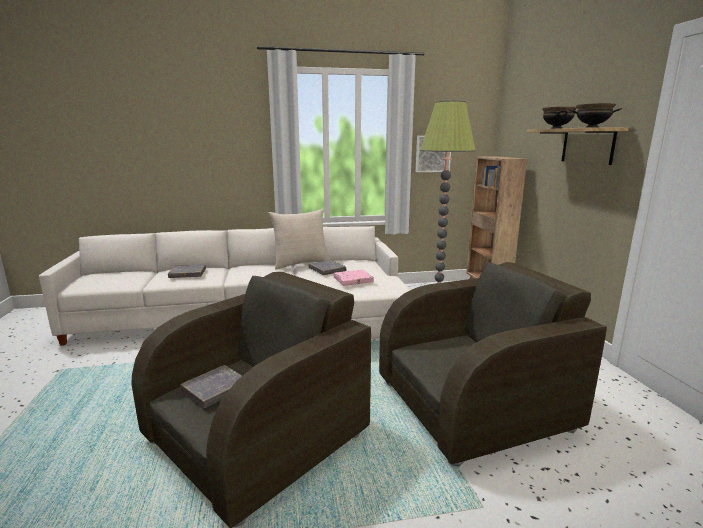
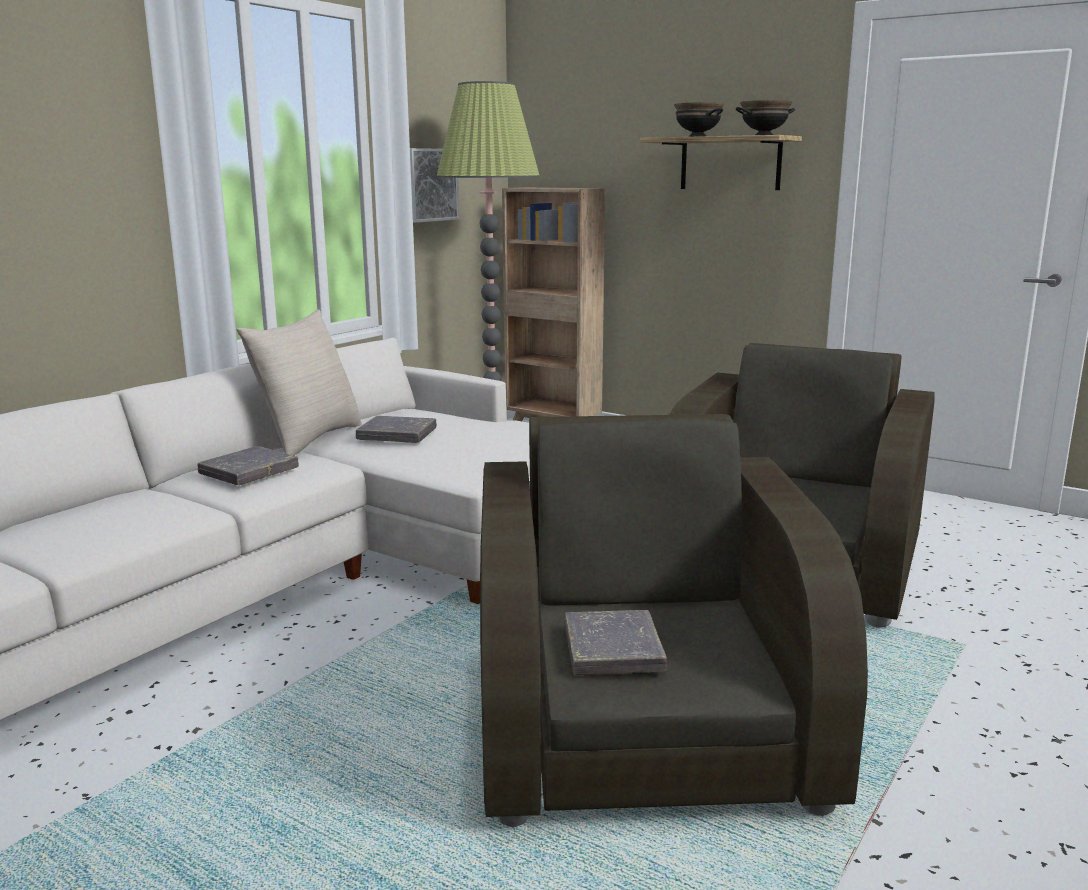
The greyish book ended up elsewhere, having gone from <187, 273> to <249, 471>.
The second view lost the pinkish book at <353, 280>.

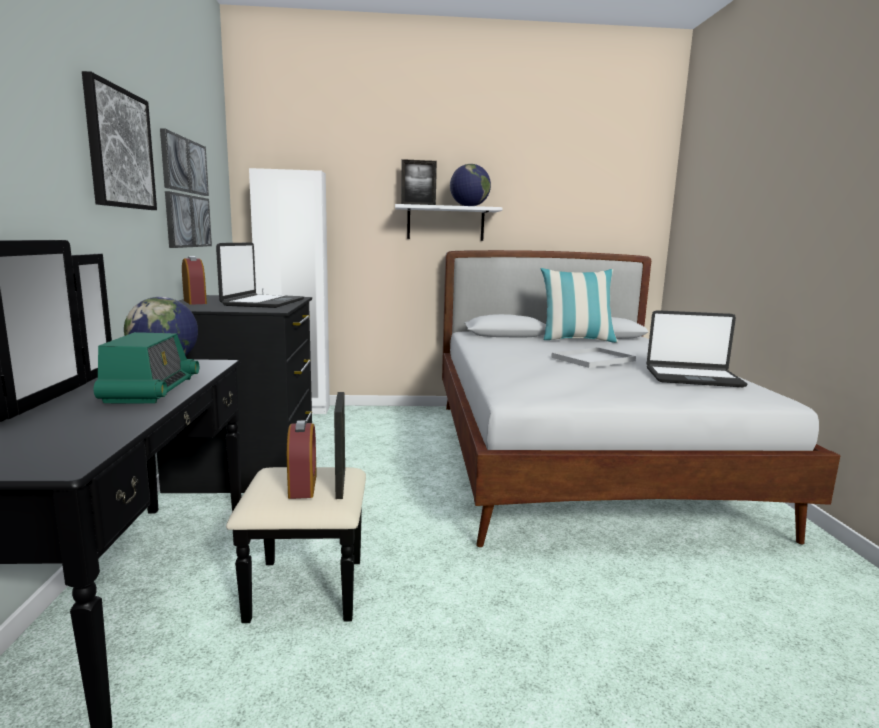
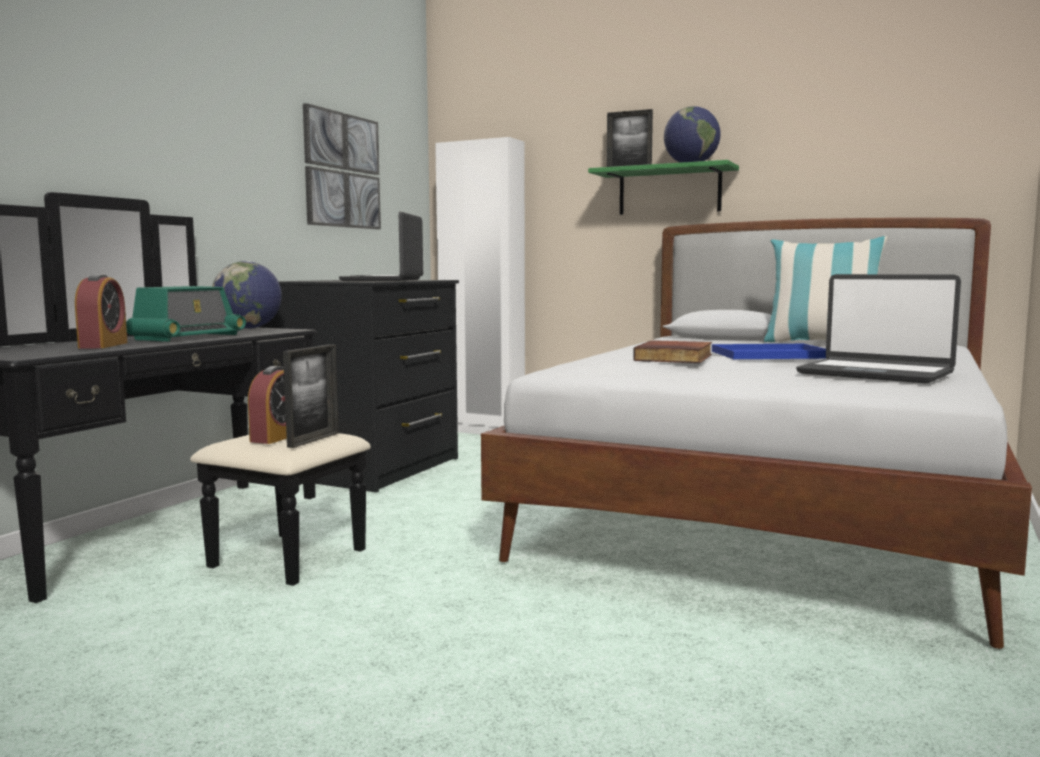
The second view lost the wall picture at <119, 148>.
What was the white wall shelf at <445, 223> turned into the greenish wall shelf at <669, 191>.
The portable computer at <263, 302> ended up facing another way, 150 degrees clockwise from before.
The alarm clock ended up elsewhere, having gone from <195, 302> to <103, 345>.
What was the white tray at <593, 359> turned into the bluish tray at <771, 354>.
The second view gained the book at <675, 357>.

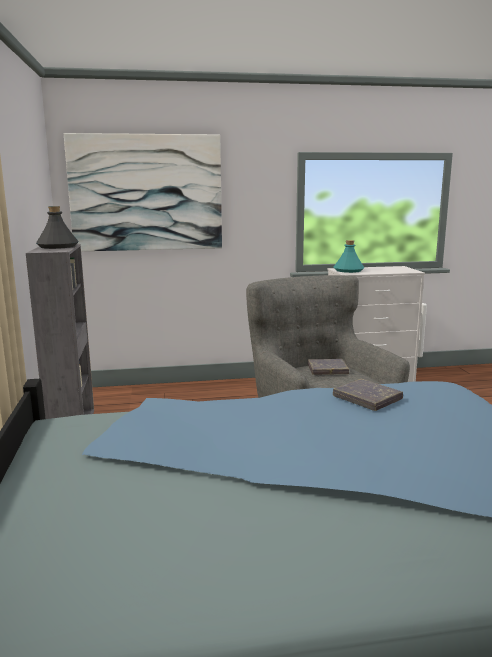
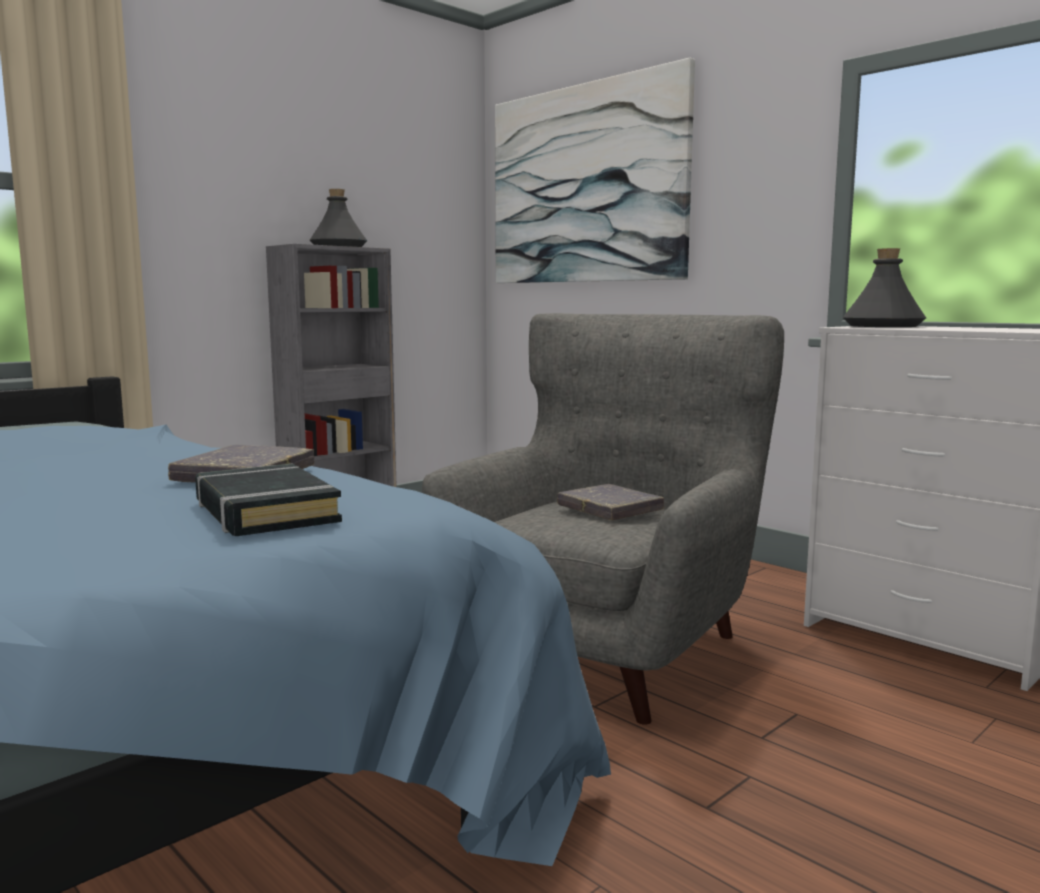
What was the blue-green drink bottle at <348, 270> turned into the greyish drink bottle at <883, 326>.
The second view gained the blackish book at <264, 512>.

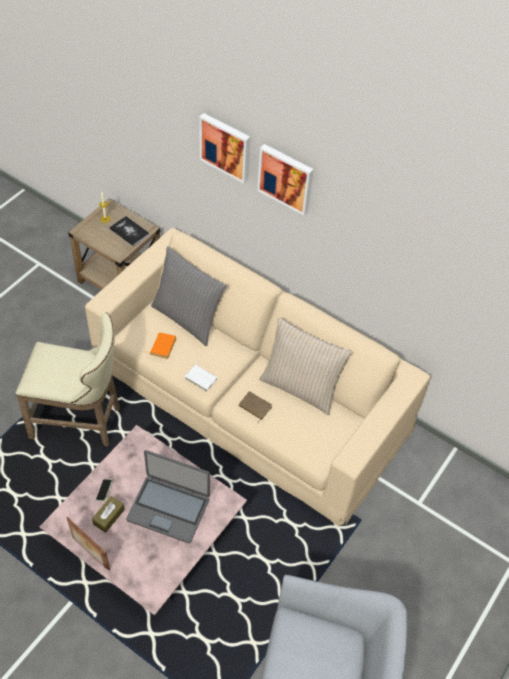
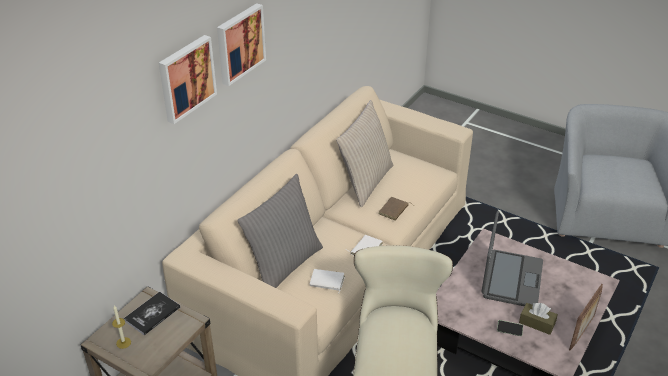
What was the orangey book at <162, 346> turned into the white book at <326, 282>.

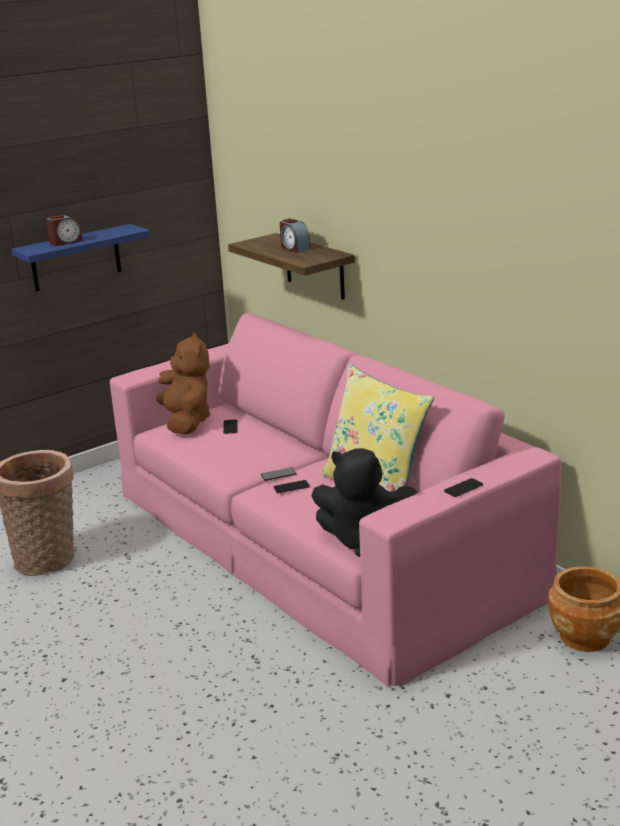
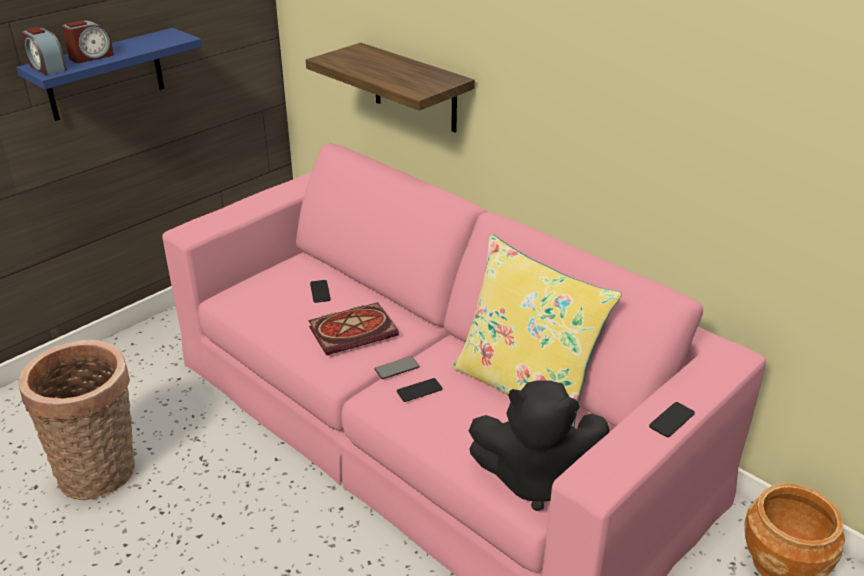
The alarm clock ended up elsewhere, having gone from <294, 248> to <47, 67>.
The second view lost the brownish soft toy at <184, 422>.
The second view gained the book at <354, 330>.

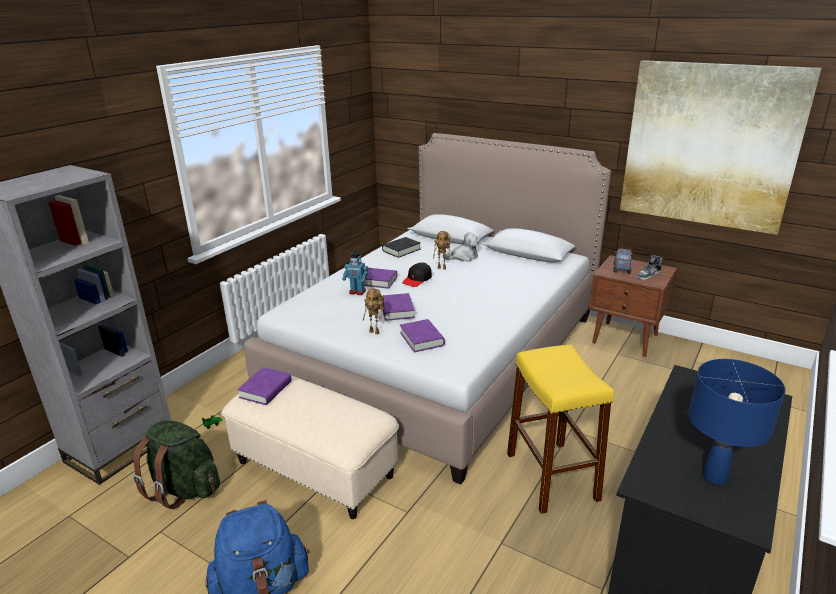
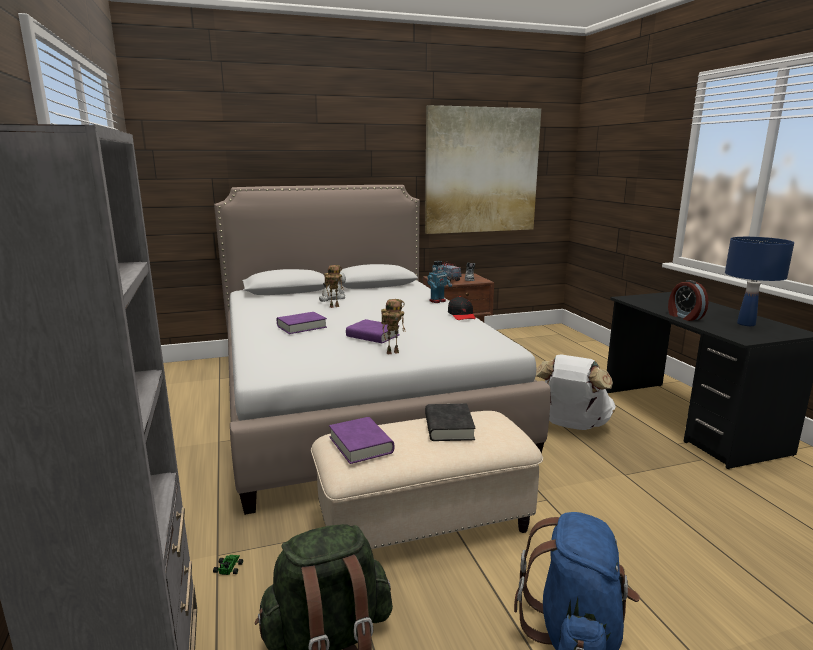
The blackish book ended up elsewhere, having gone from <401, 250> to <449, 427>.
The toy robot ended up elsewhere, having gone from <357, 292> to <437, 301>.
The blackish baseball cap ended up elsewhere, having gone from <417, 279> to <461, 315>.
The second view lost the purple book at <422, 339>.
Where the yellow-coloured stool stood at <551, 476>, the white backpack came to stand at <570, 425>.
The second view gained the alarm clock at <684, 317>.

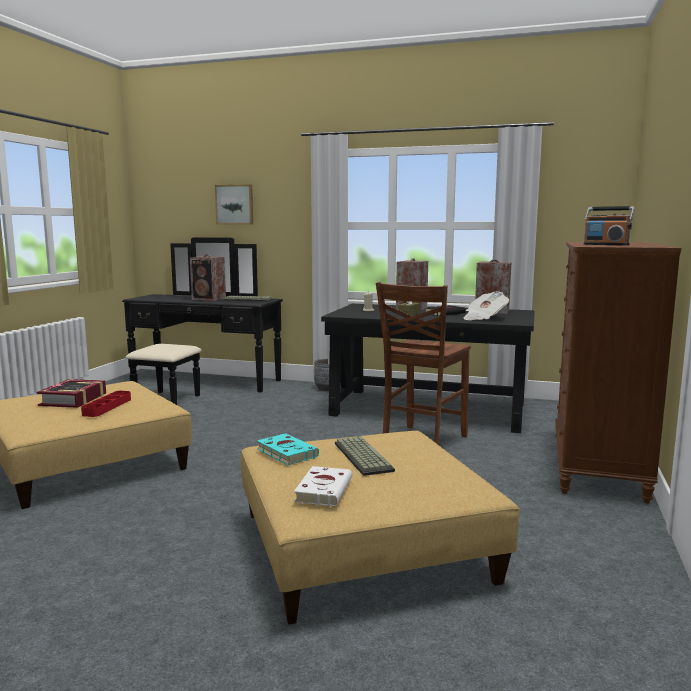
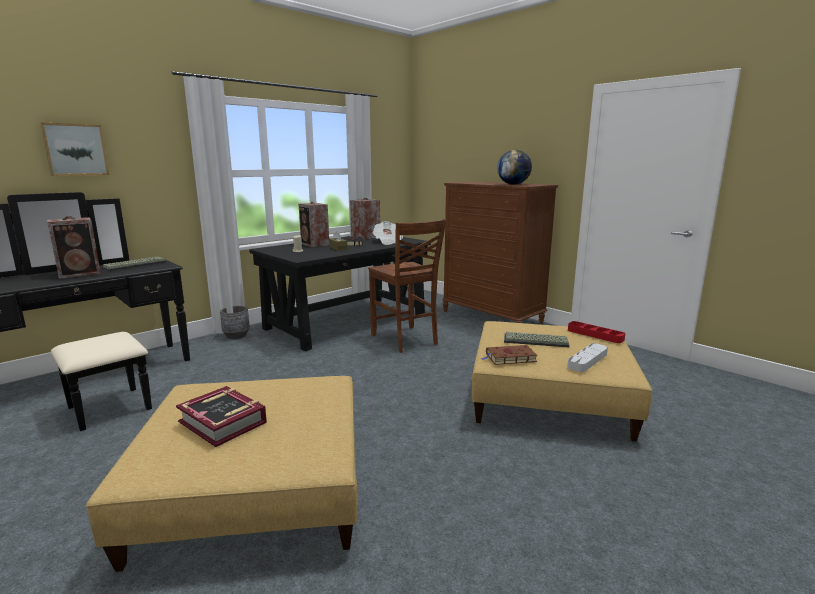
Where the radio set stood at <606, 245>, the desk globe came to stand at <513, 184>.
The red-coloured tray ended up elsewhere, having gone from <107, 407> to <595, 335>.
What was the blue-green book at <285, 452> turned into the brownish book at <509, 358>.
Where the white book stood at <324, 489>, the greyish tray came to stand at <587, 360>.

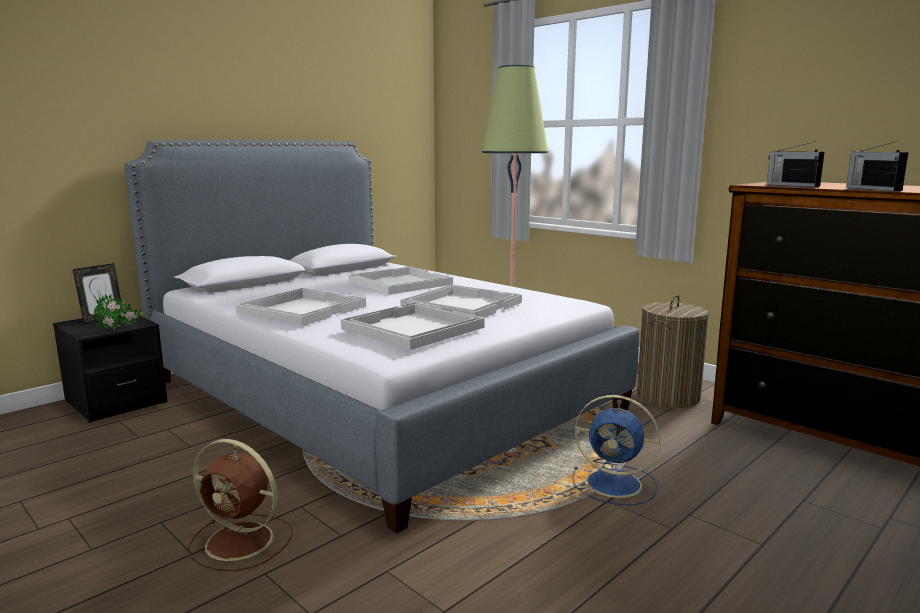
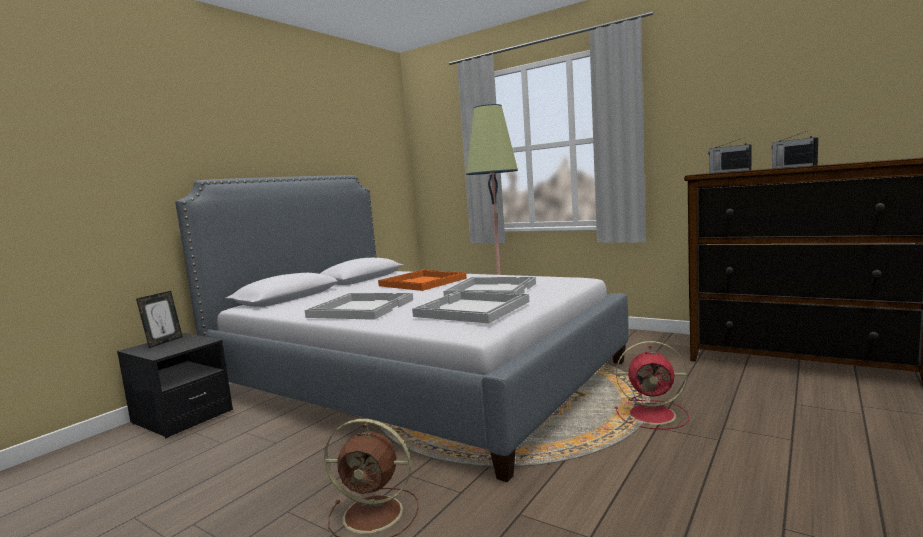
What was the white tray at <399, 283> turned into the orangey tray at <421, 282>.
The second view lost the potted plant at <119, 329>.
The second view lost the hamper at <668, 396>.
What was the bluish electric fan at <616, 484> turned into the red-coloured electric fan at <654, 414>.

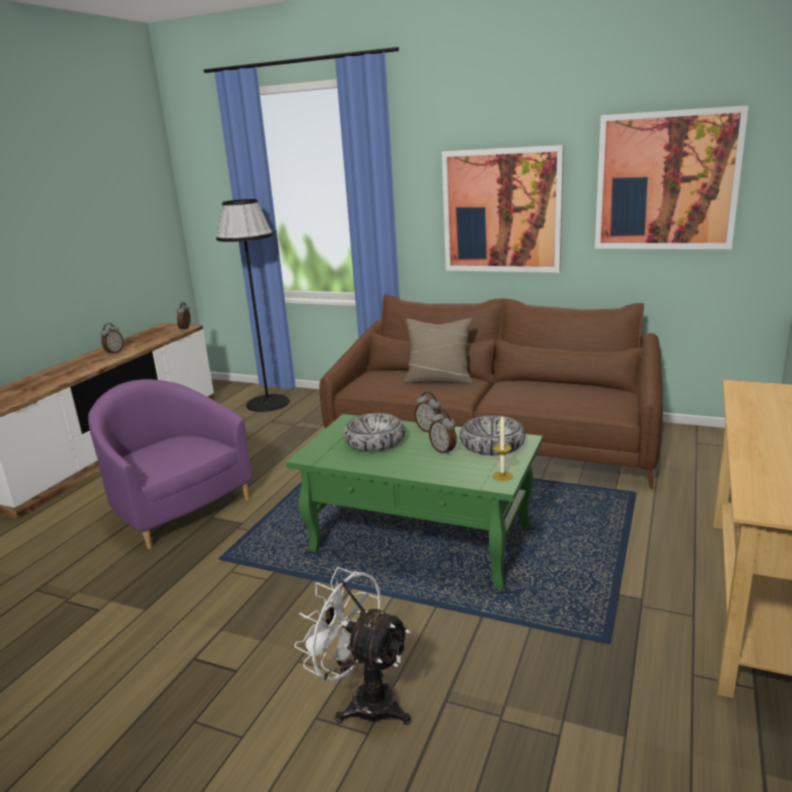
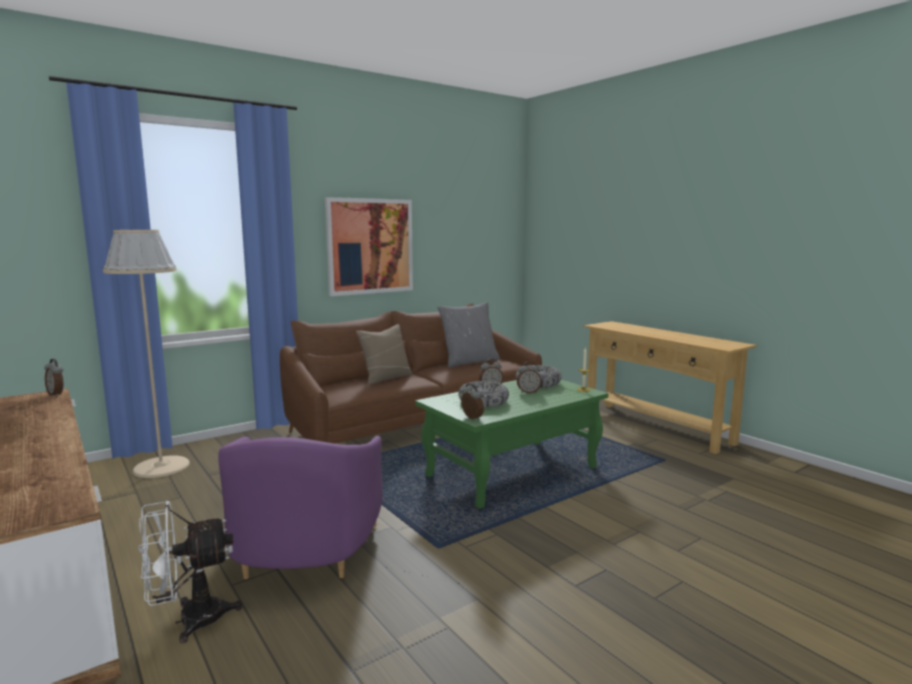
The second view lost the wall picture at <666, 181>.
What was the blackish floor lamp at <268, 403> turned into the sand-coloured floor lamp at <161, 467>.
The alarm clock ended up elsewhere, having gone from <114, 352> to <471, 418>.
The purple easy chair at <177, 507> ended up facing another way, 75 degrees counterclockwise from before.
The white electric fan ended up elsewhere, having gone from <364, 700> to <189, 620>.
The second view gained the greyish cushion at <469, 362>.

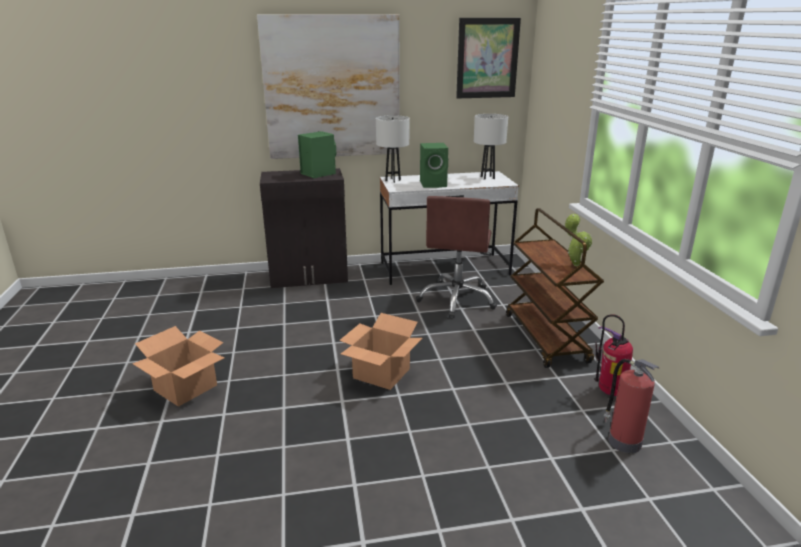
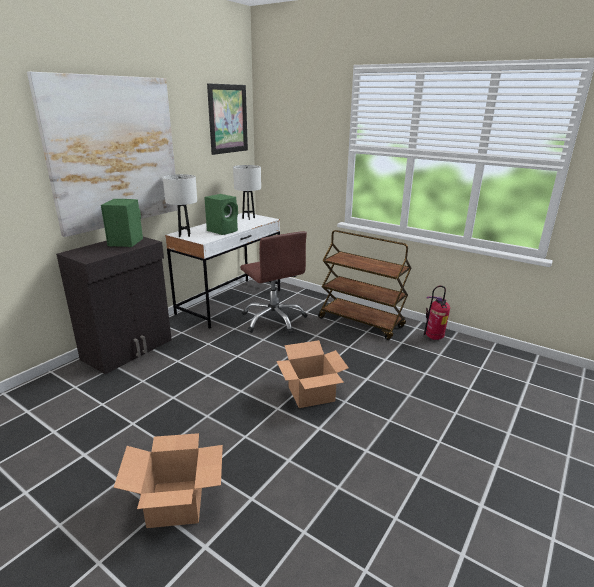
The second view lost the potted plant at <575, 264>.
The second view lost the fire extinguisher at <623, 441>.

